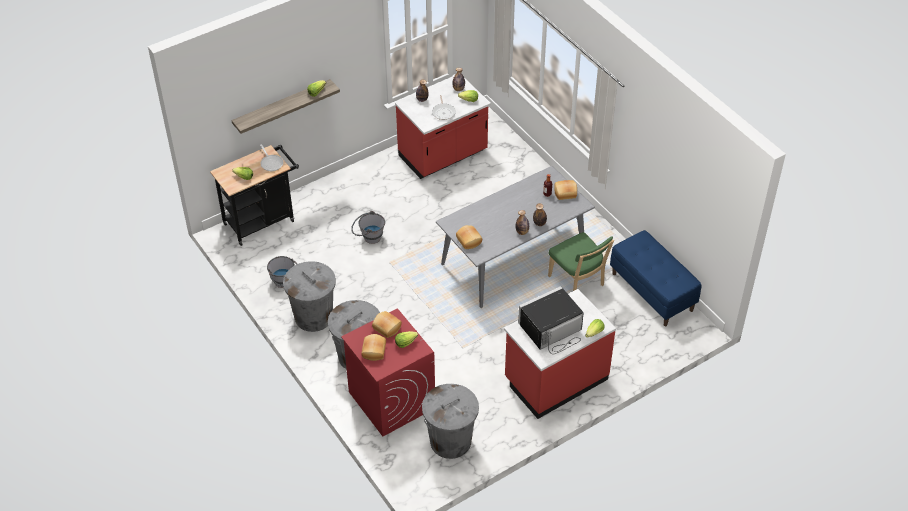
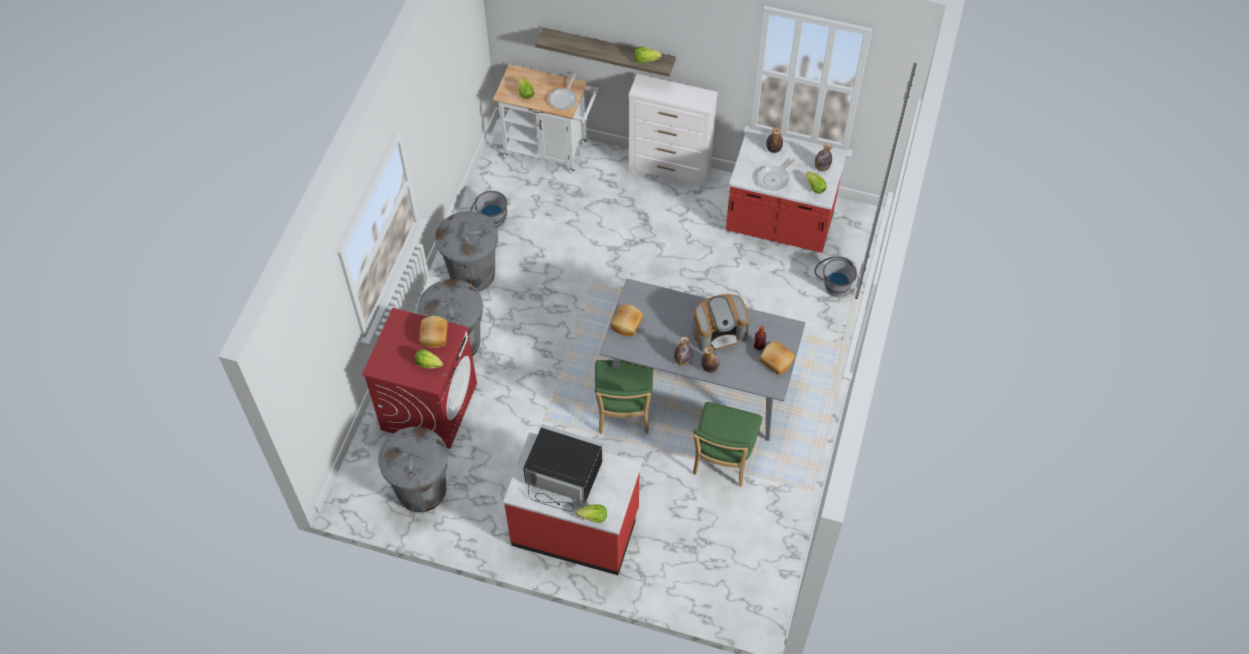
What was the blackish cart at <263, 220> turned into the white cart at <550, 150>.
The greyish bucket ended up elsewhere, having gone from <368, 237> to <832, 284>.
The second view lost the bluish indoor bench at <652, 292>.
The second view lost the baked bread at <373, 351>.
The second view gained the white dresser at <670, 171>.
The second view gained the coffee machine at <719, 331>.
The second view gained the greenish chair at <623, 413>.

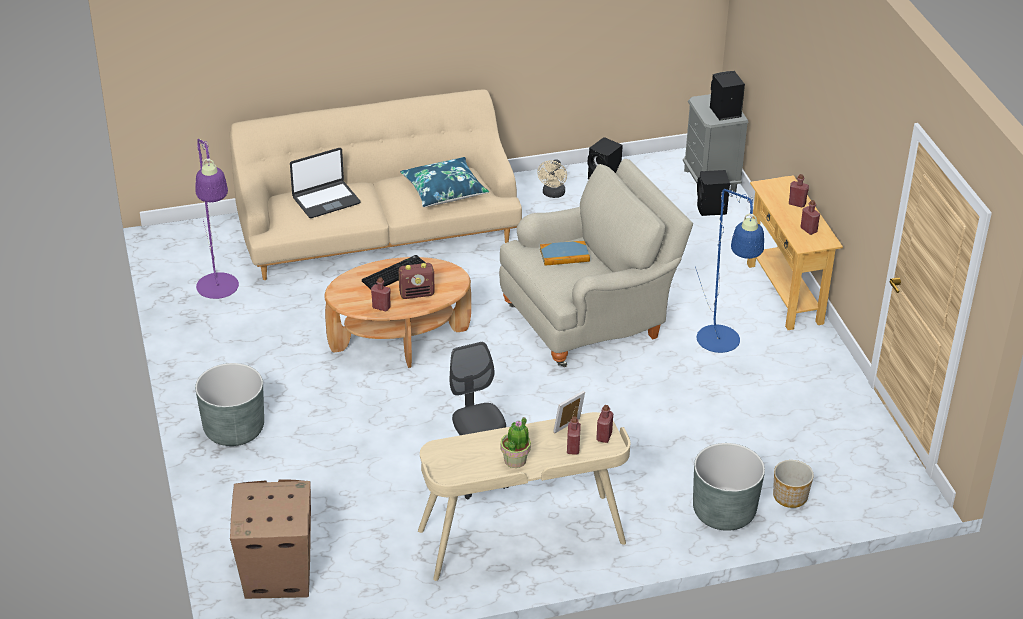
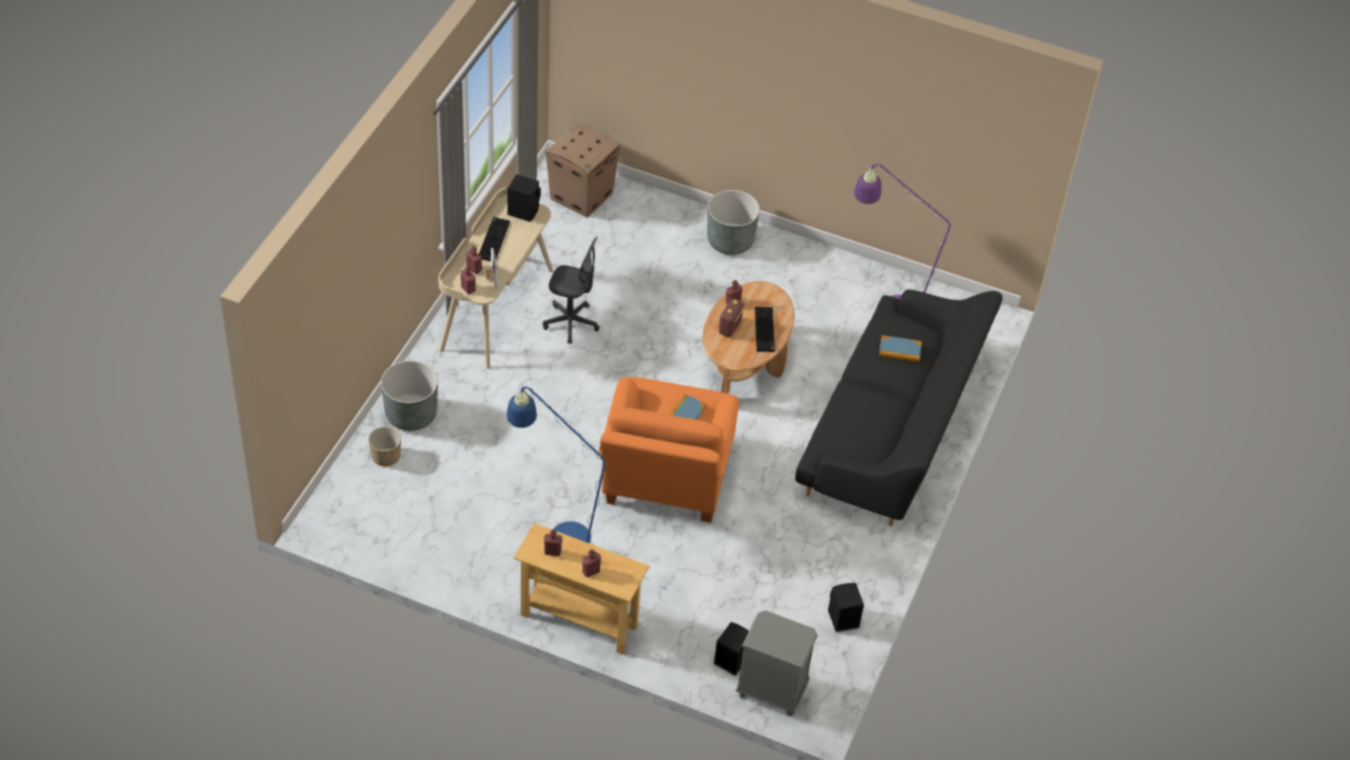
The blackish loudspeaker ended up elsewhere, having gone from <724, 112> to <524, 210>.
What was the sand-coloured couch at <377, 231> turned into the blackish couch at <892, 428>.
Where the portable computer stood at <326, 200>, the book came to stand at <900, 350>.
The second view lost the bluish cushion at <444, 190>.
What was the sand-coloured easy chair at <590, 319> turned into the orangey easy chair at <665, 480>.
The second view lost the sand-coloured electric fan at <553, 194>.
Where the potted plant stood at <515, 460>, the computer keyboard came to stand at <493, 239>.

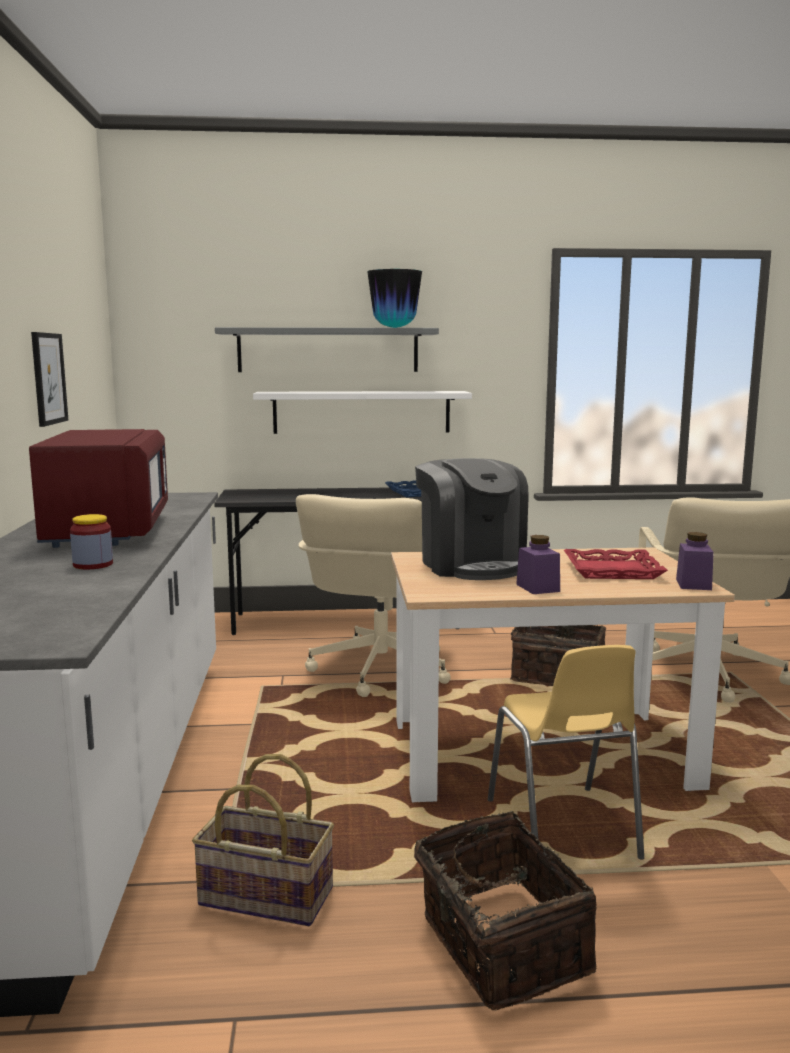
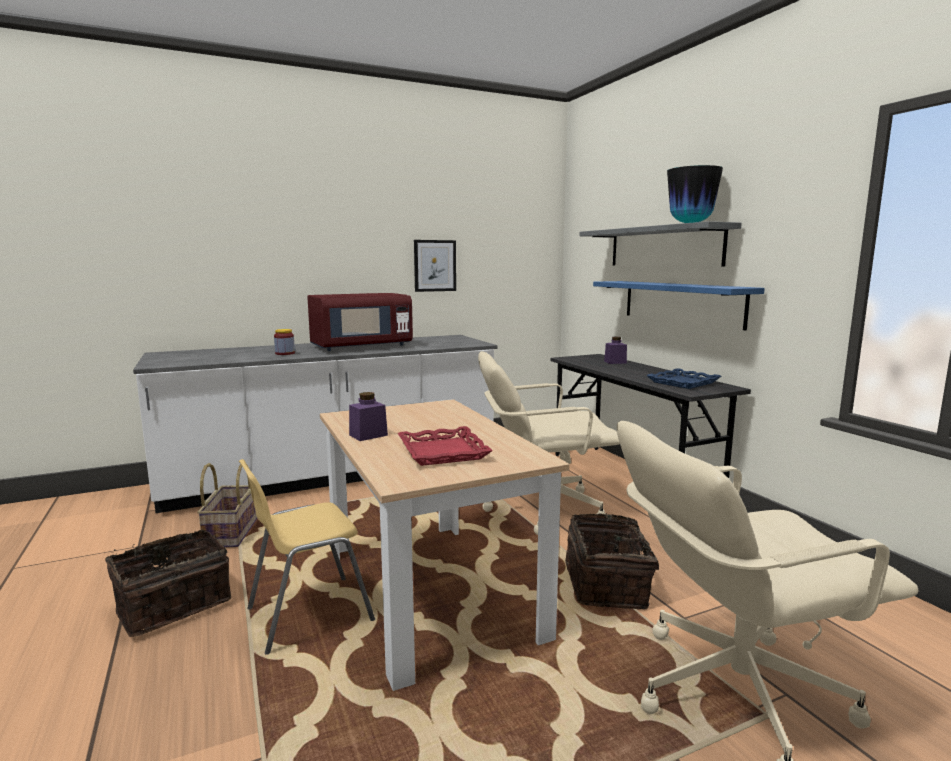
What was the white wall shelf at <362, 412> turned into the bluish wall shelf at <681, 303>.
The second view lost the coffee machine at <471, 565>.
The purple storage jar ended up elsewhere, having gone from <693, 584> to <615, 362>.

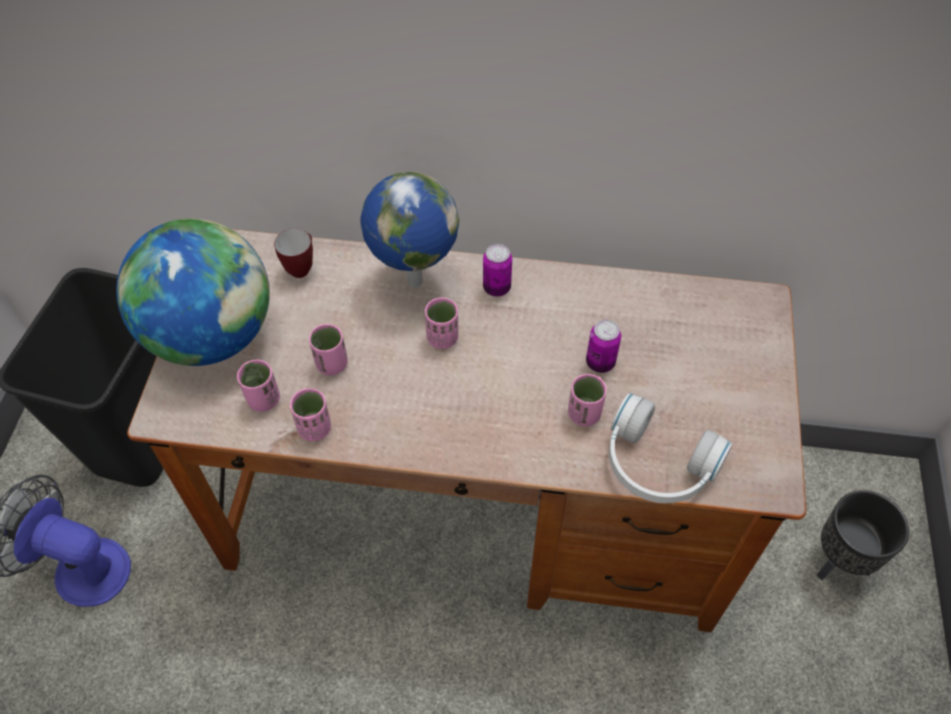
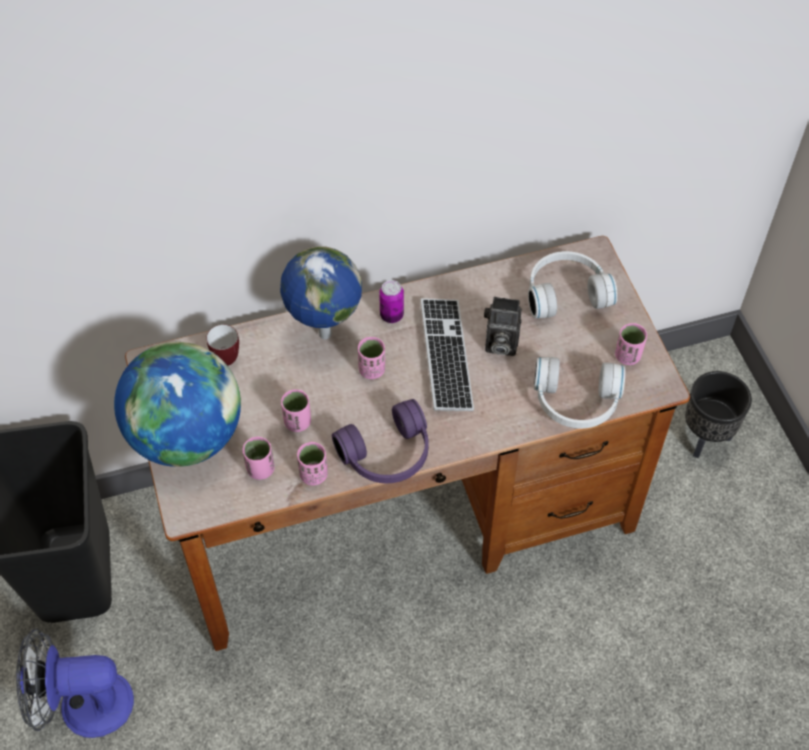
Where the metal can stood at <600, 362>, the photo camera came to stand at <499, 344>.
The pinkish small cup ended up elsewhere, having gone from <584, 414> to <627, 356>.
The second view gained the white pair of headphones at <565, 292>.
The second view gained the computer keyboard at <446, 356>.
The second view gained the purple pair of headphones at <388, 456>.

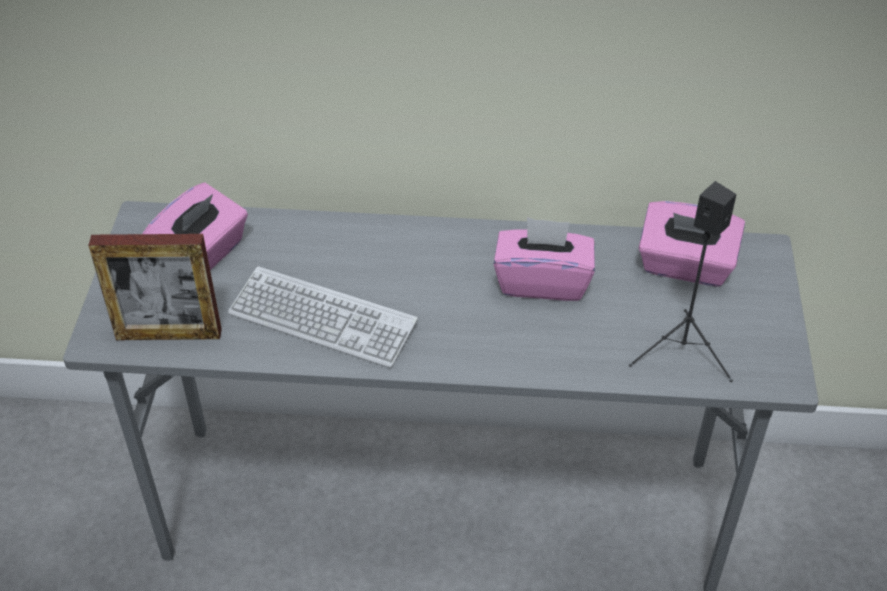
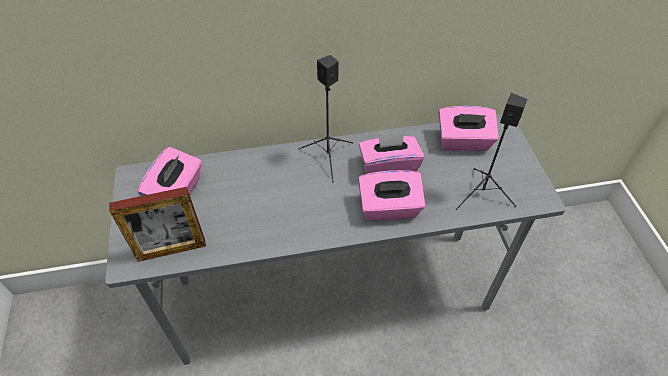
The second view lost the computer keyboard at <322, 319>.
The second view gained the blackish loudspeaker at <328, 158>.
The second view gained the pinkish tissue holder at <389, 208>.

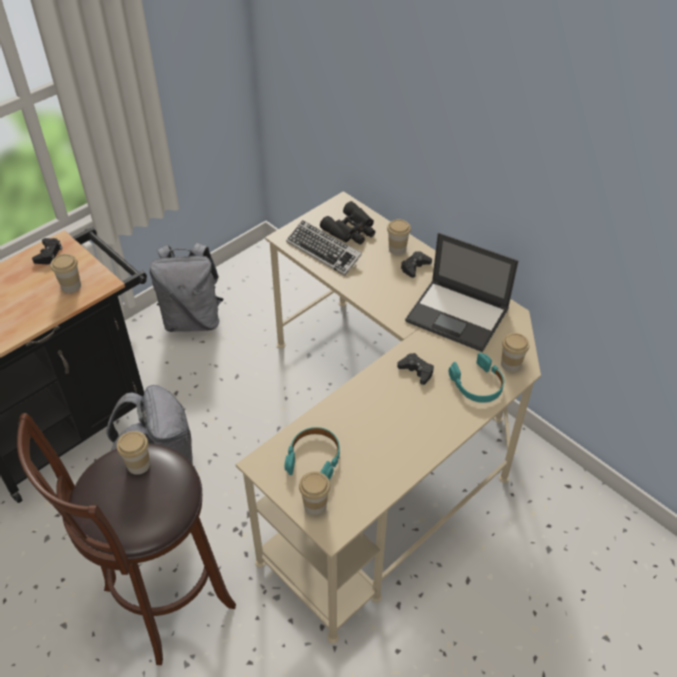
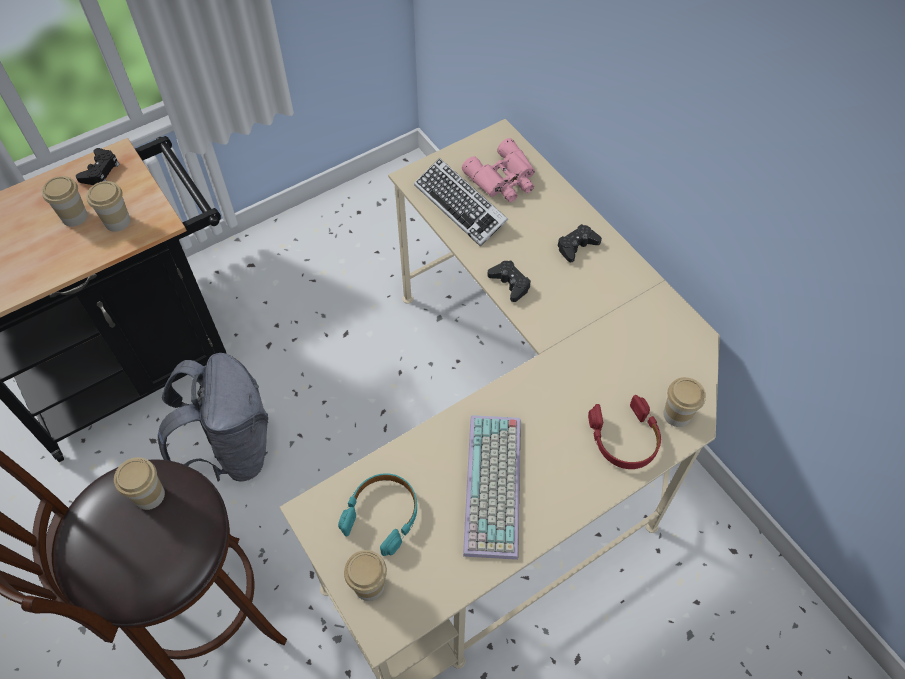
What was the blackish field glasses at <351, 230> turned into the pinkish field glasses at <504, 179>.
The small cup ended up elsewhere, having gone from <397, 249> to <74, 216>.
The second view lost the portable computer at <458, 315>.
The second view lost the greyish backpack at <193, 320>.
The blackish gamepad ended up elsewhere, having gone from <416, 371> to <510, 283>.
What was the blue-green pair of headphones at <477, 384> turned into the red-coloured pair of headphones at <624, 438>.
The second view gained the computer keyboard at <495, 487>.

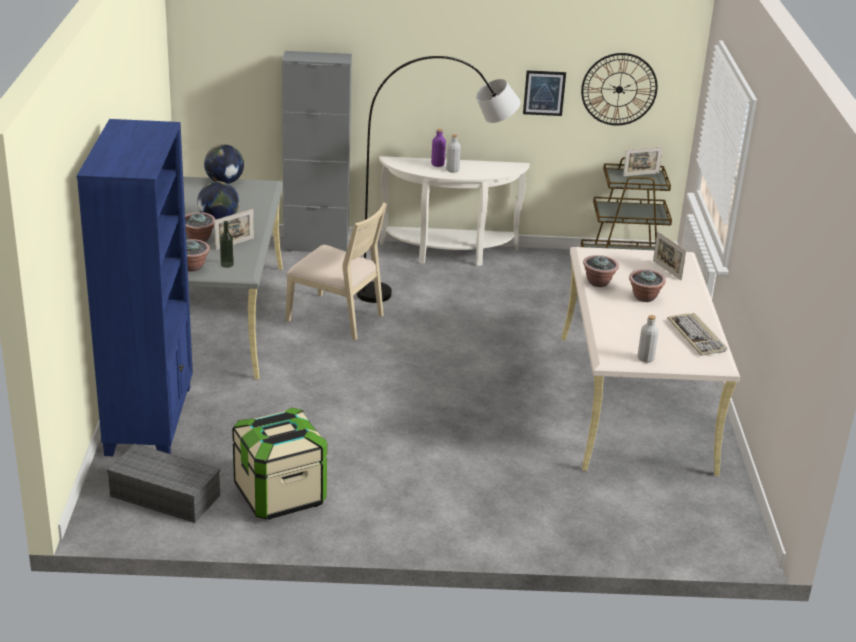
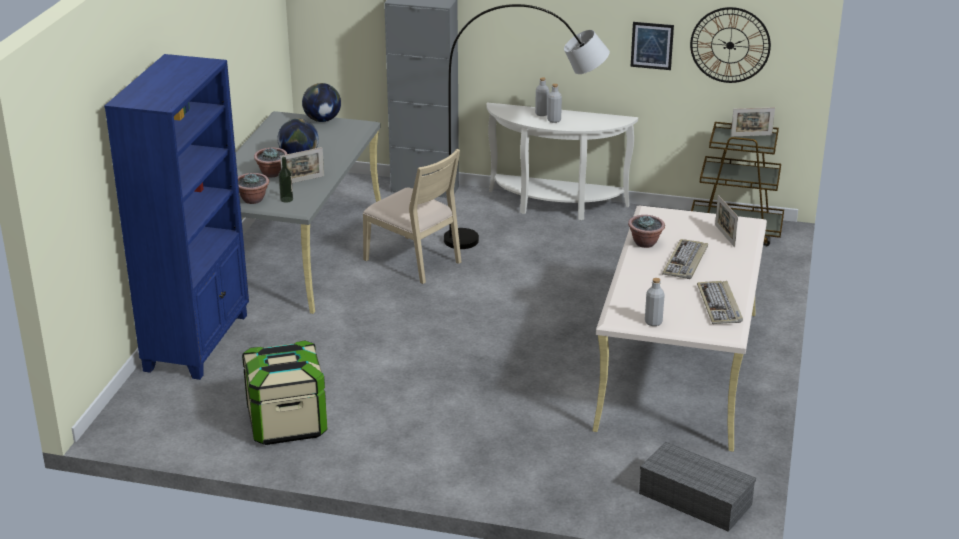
What was the purple drink bottle at <437, 164> turned into the greyish drink bottle at <541, 114>.
Where the potted plant stood at <644, 297>, the computer keyboard came to stand at <685, 261>.
The greyish storage box ended up elsewhere, having gone from <163, 496> to <693, 499>.

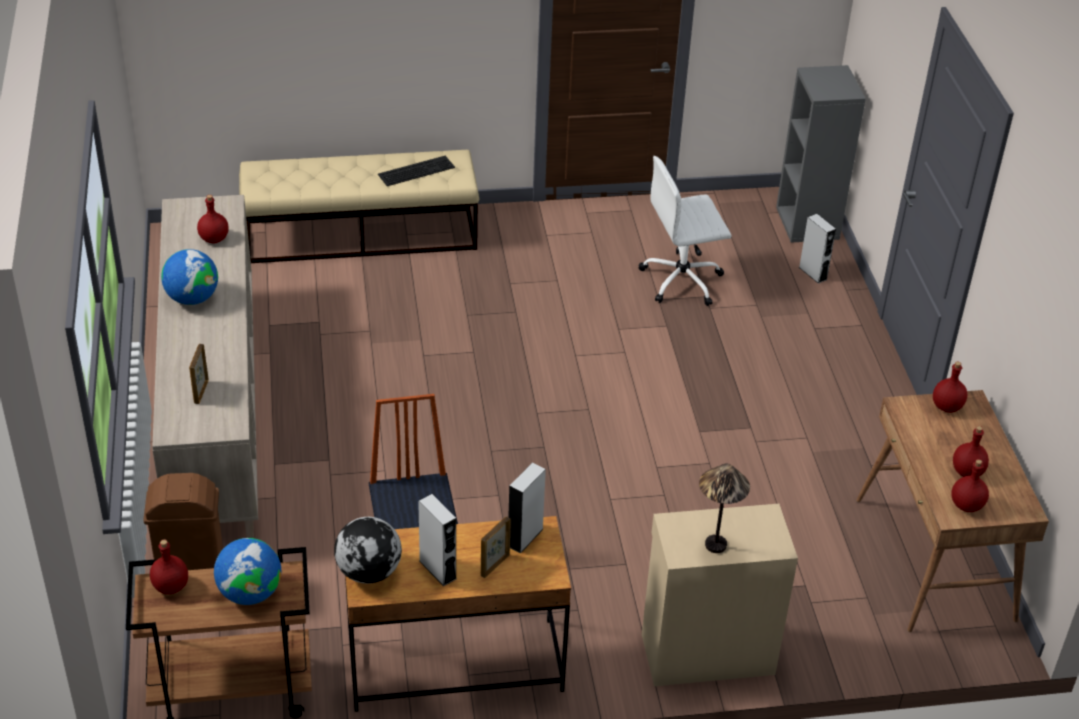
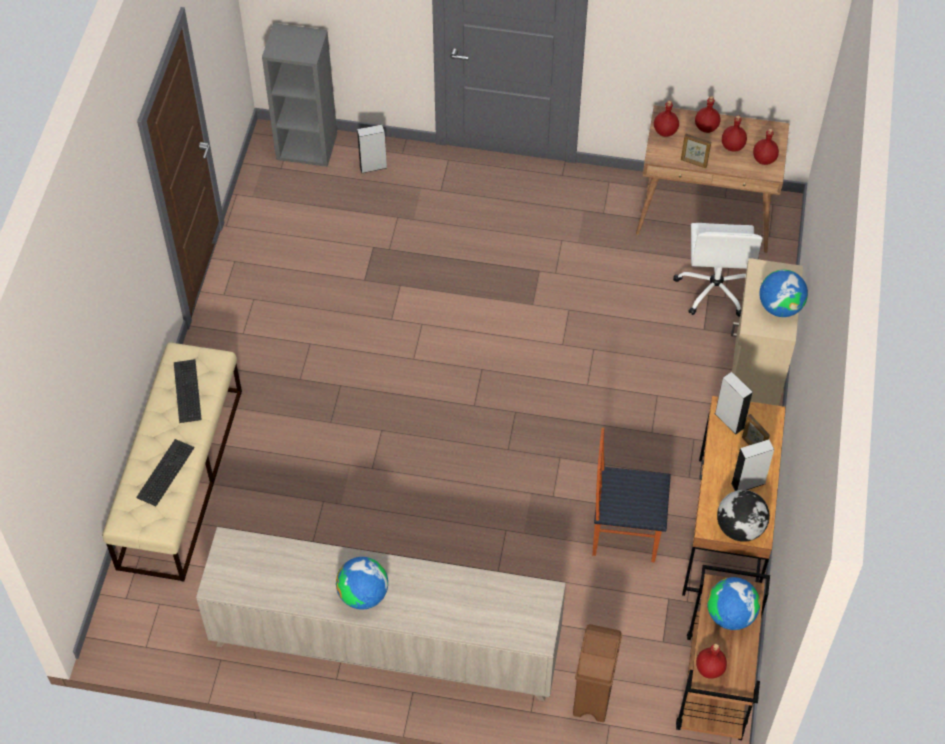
The white desk chair ended up elsewhere, having gone from <683, 280> to <715, 288>.
The red-coloured drink bottle ended up elsewhere, having gone from <214, 239> to <706, 127>.
The picture frame ended up elsewhere, having gone from <201, 392> to <693, 163>.
Where the tabletop lamp stood at <715, 545>, the desk globe came to stand at <779, 307>.
The second view gained the computer keyboard at <164, 471>.

